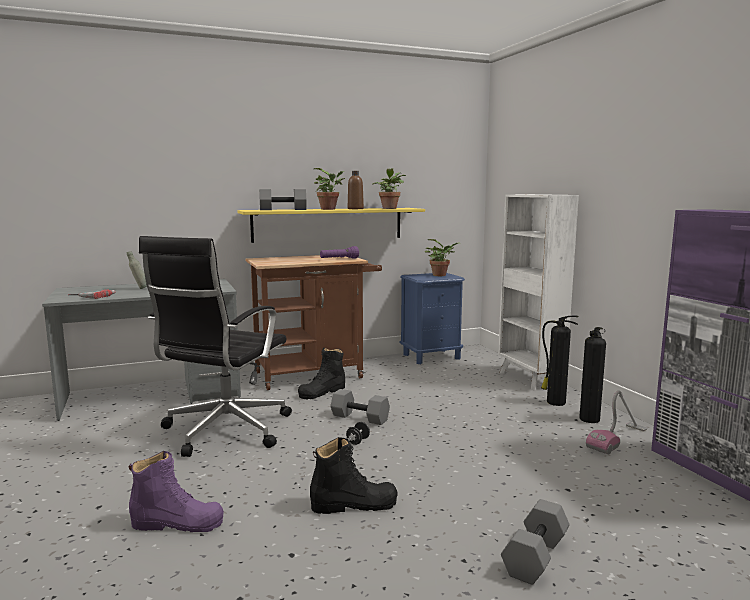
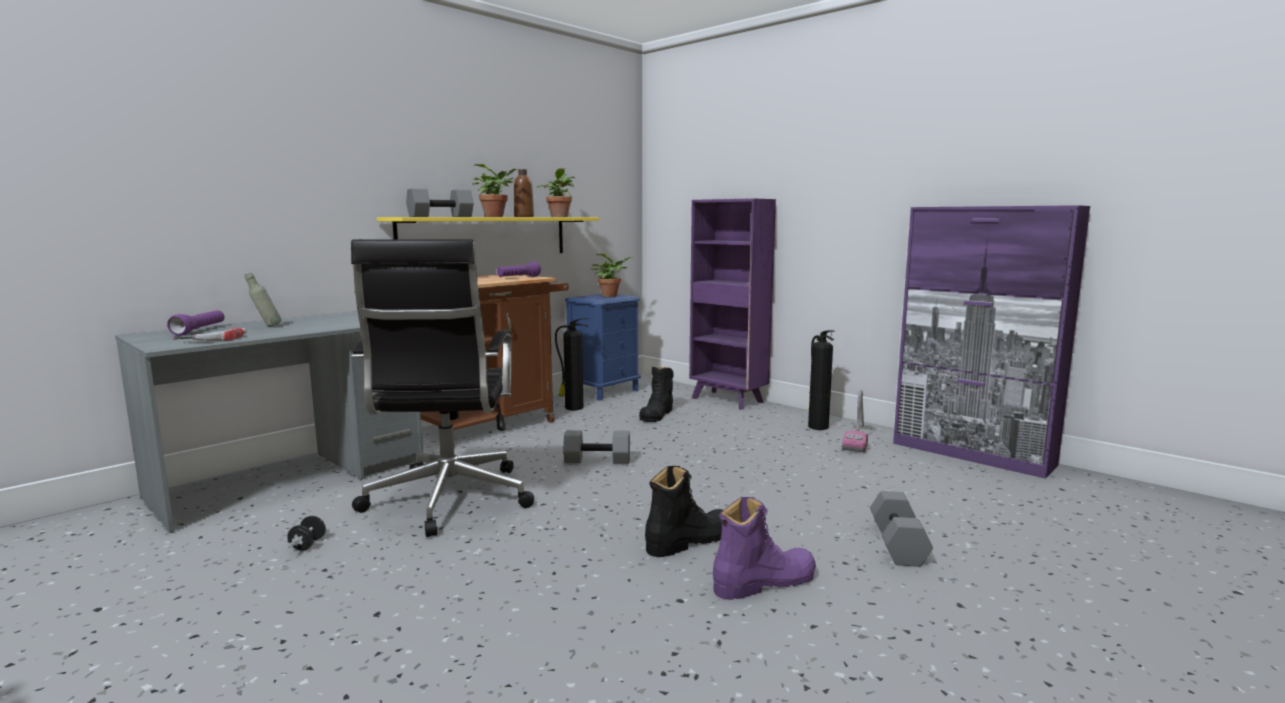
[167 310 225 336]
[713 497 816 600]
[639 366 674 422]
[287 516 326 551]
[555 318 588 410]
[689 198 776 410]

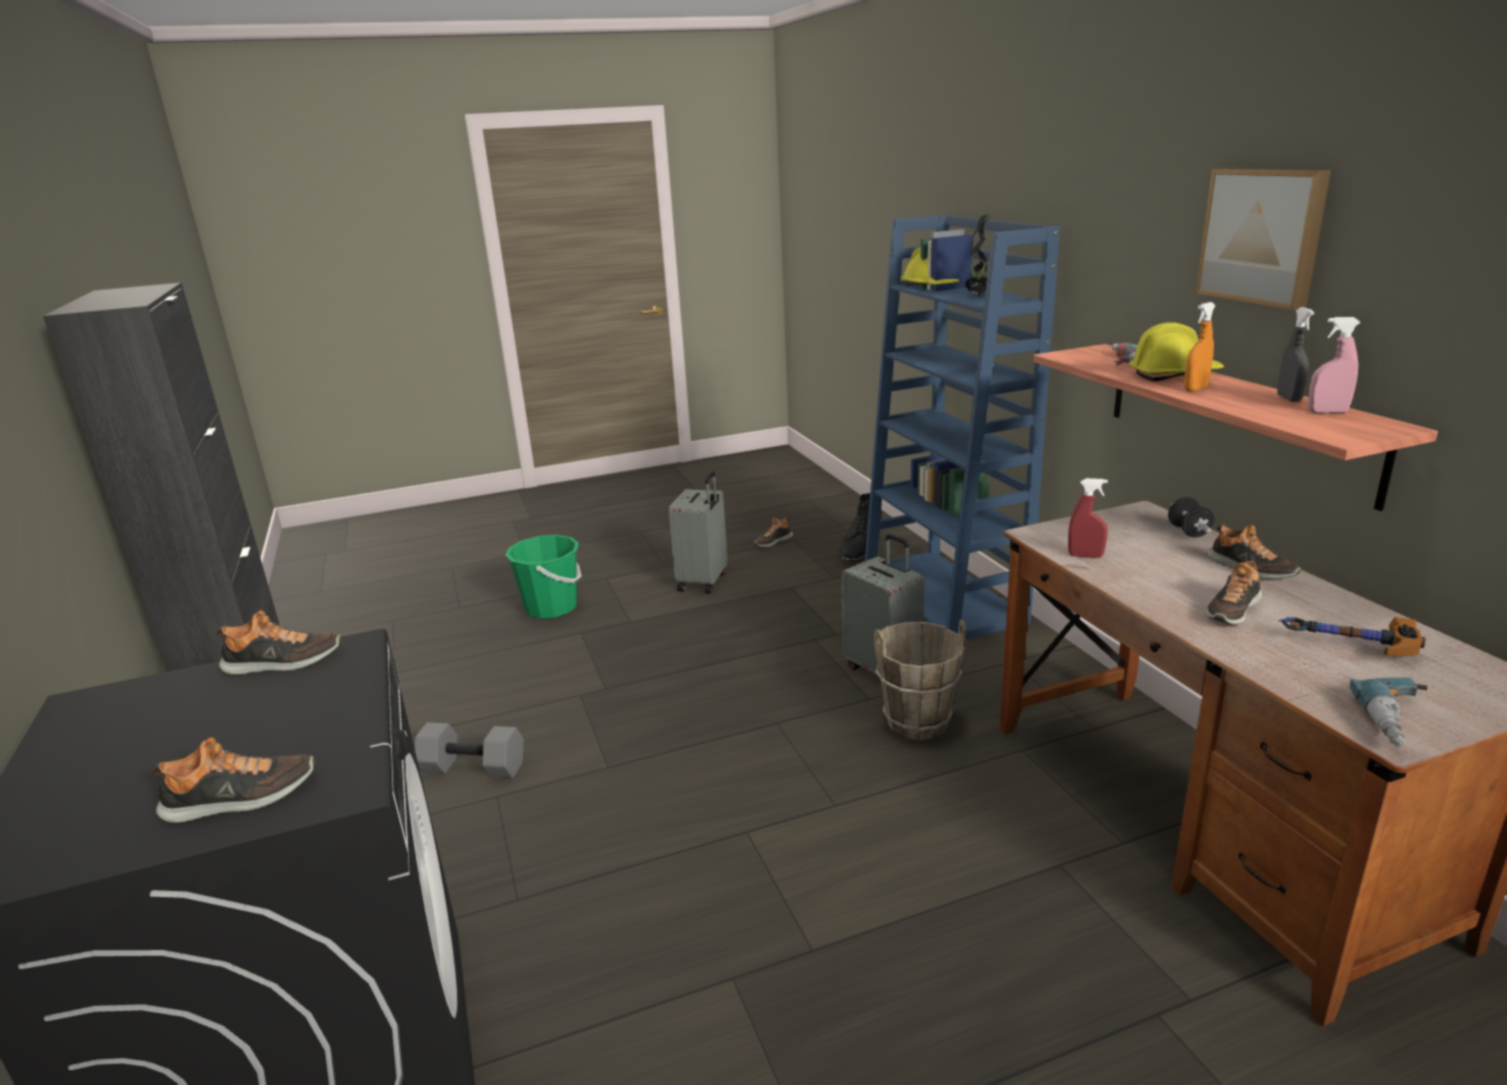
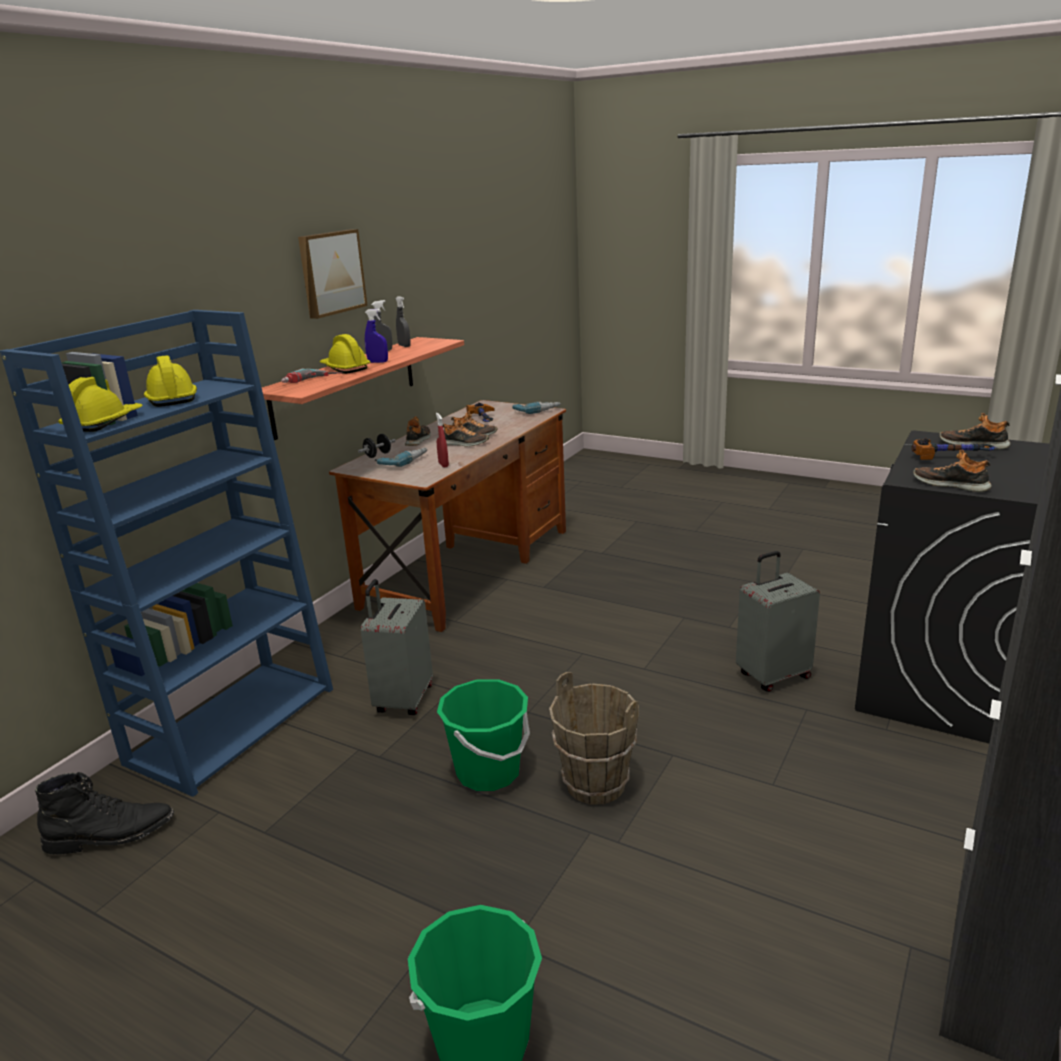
[415 722 524 778] (first image)
[375 448 427 467]
[437 679 530 791]
[911 438 997 460]
[736 551 820 692]
[443 419 489 447]
[549 672 639 805]
[144 355 197 407]
[365 309 388 363]
[396 296 411 347]

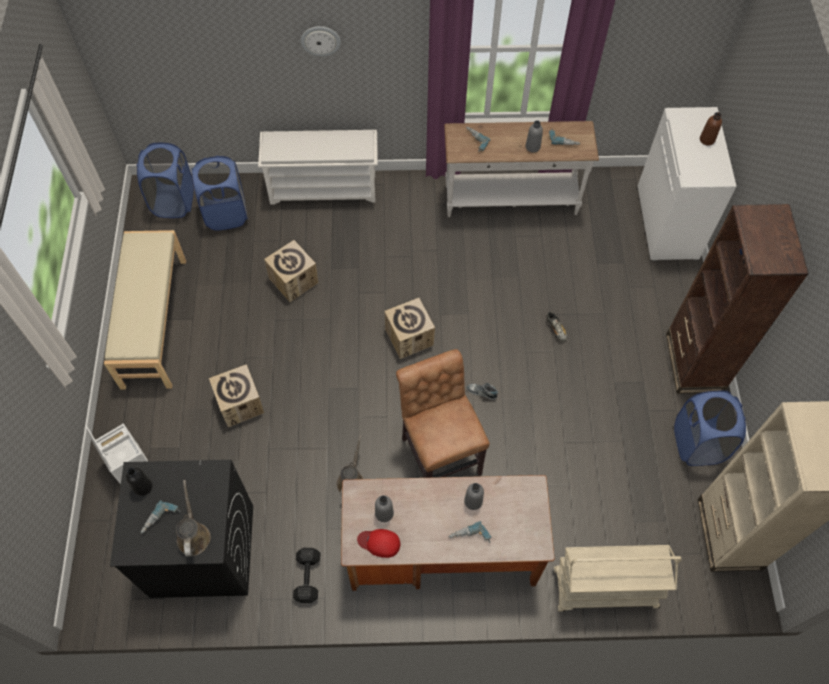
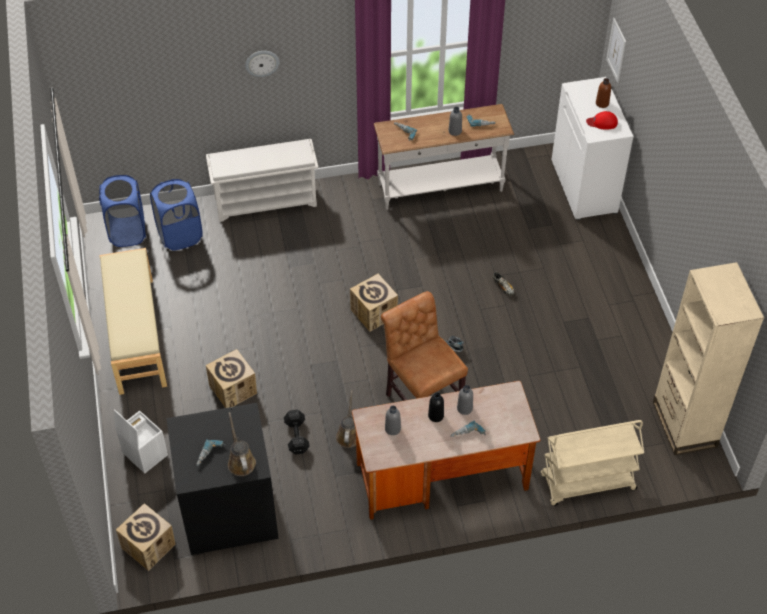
[666 204 809 394] (first image)
[674 391 746 466] (first image)
[606 18 626 83]
[428 392 444 422]
[116 503 175 571]
[284 410 310 454]
[586 111 618 130]

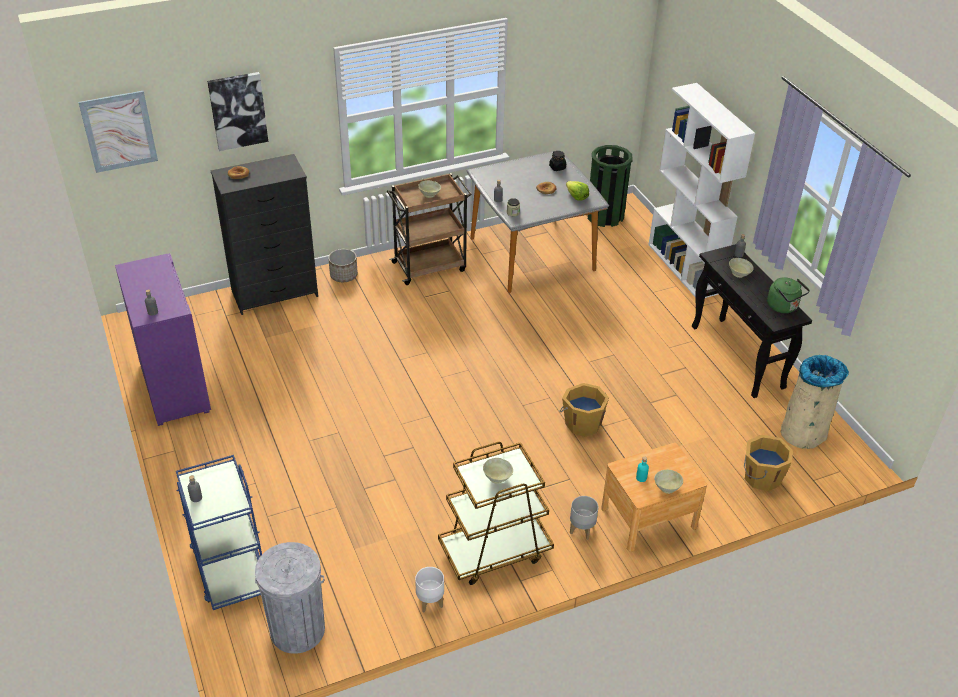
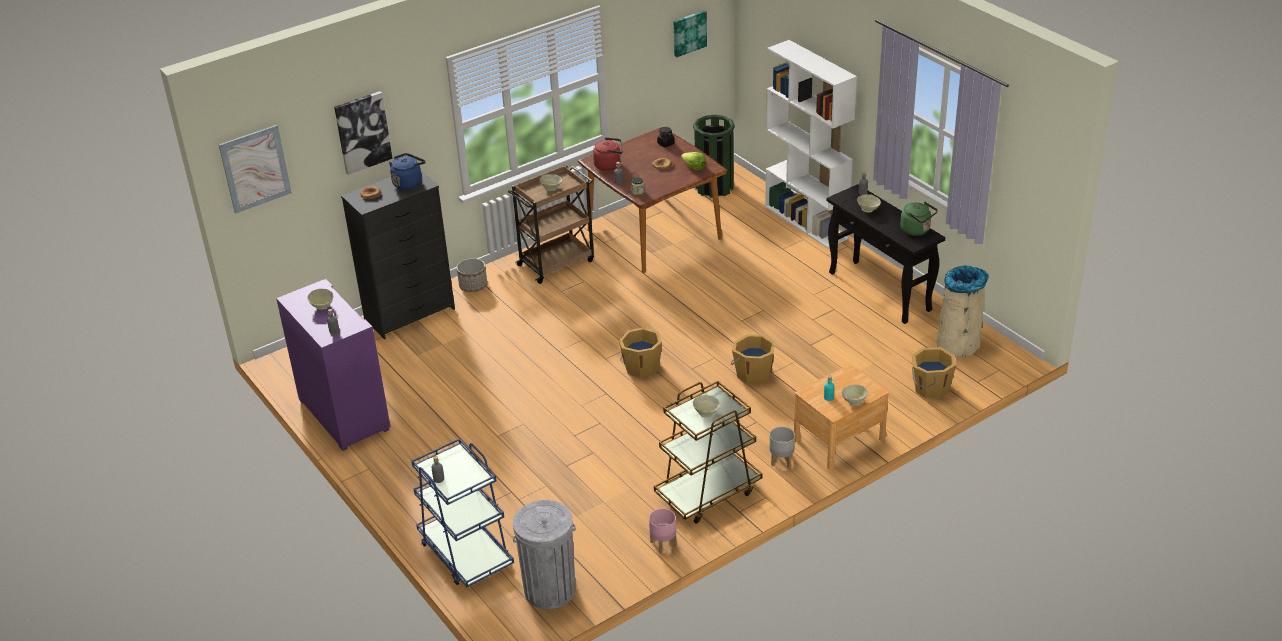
[308 289 333 310]
[389 153 426 190]
[593 138 623 171]
[619 327 662 378]
[674 10 707 57]
[649 508 677 553]
[577 127 728 273]

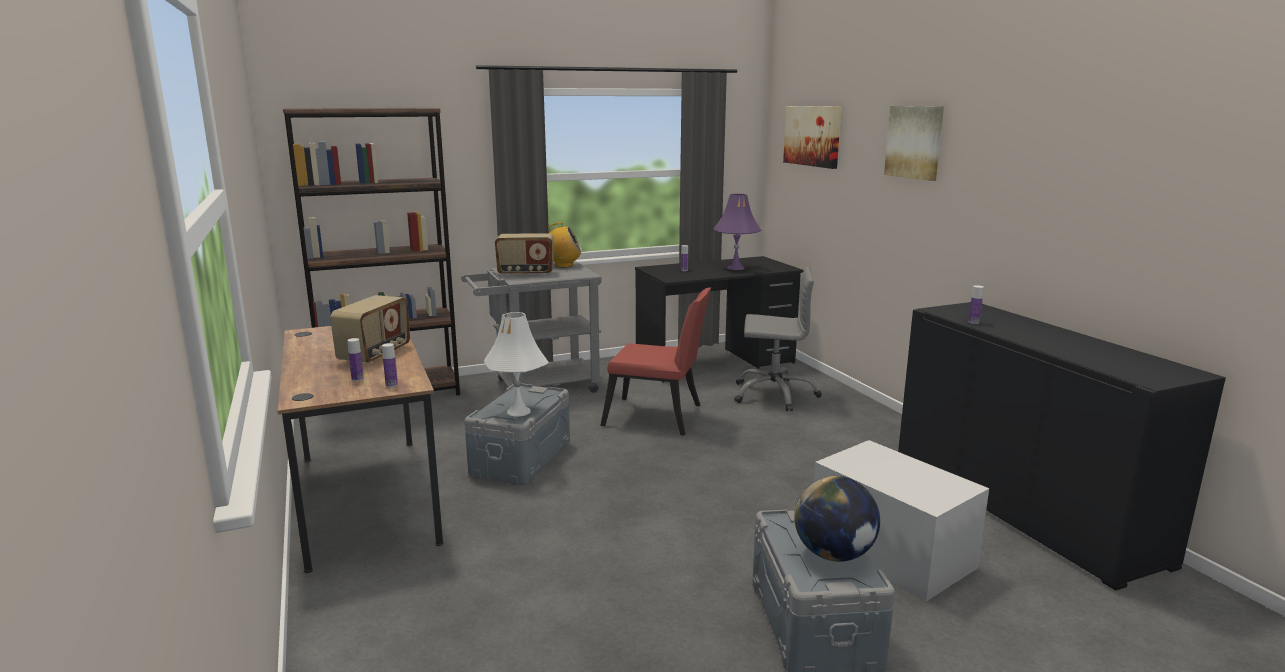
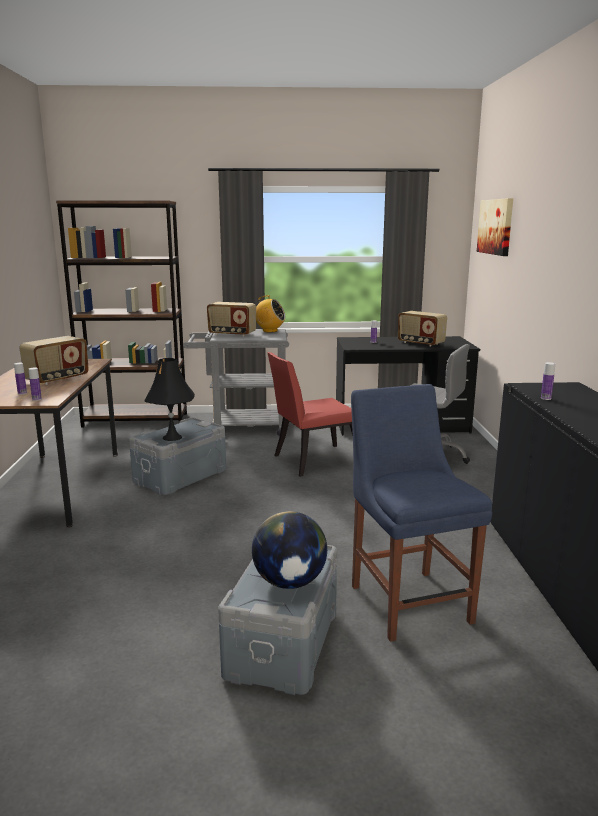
[884 106 944 181] (first image)
[398 311 447 347]
[351 384 492 642]
[145 358 195 441]
[267 352 353 477]

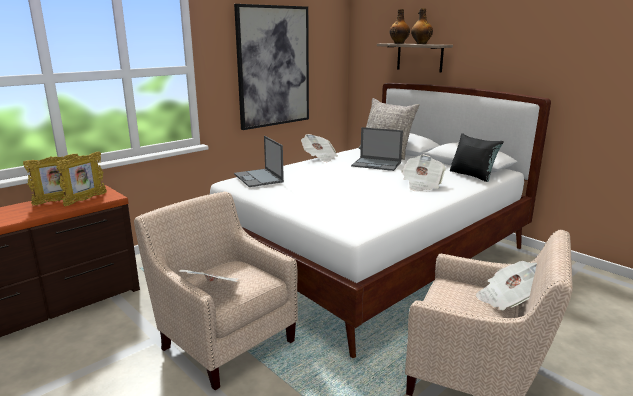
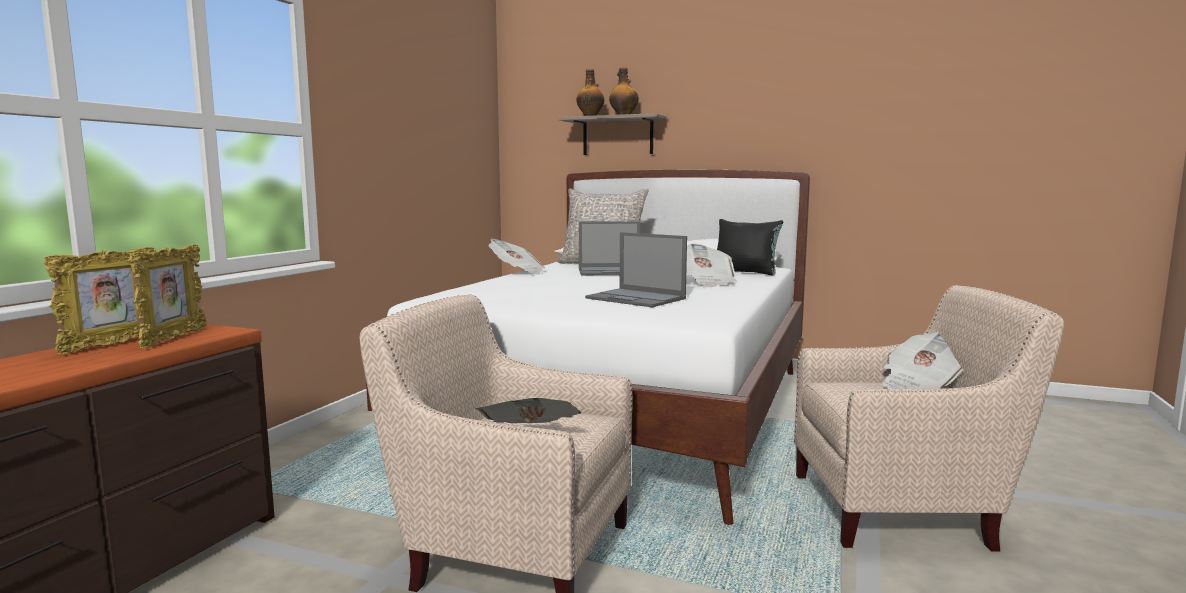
[234 4 309 130] (first image)
[585 232 687 307]

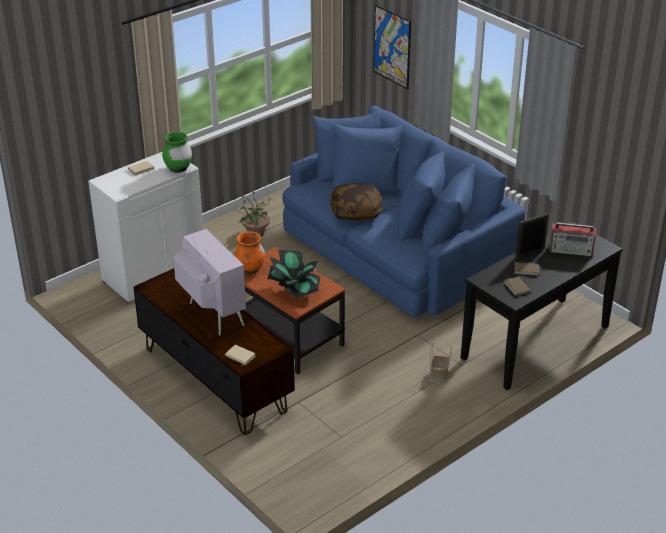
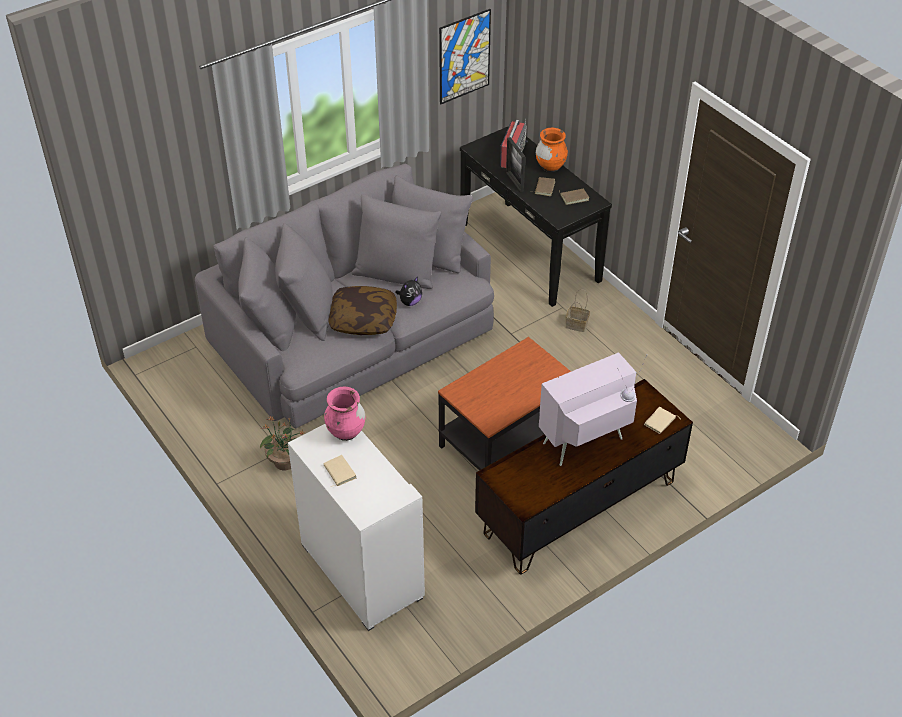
[267 250 321 298] (first image)
[395 277 422 306]
[536 128 568 172]
[439 9 491 104]
[324 387 365 441]
[195 164 494 428]

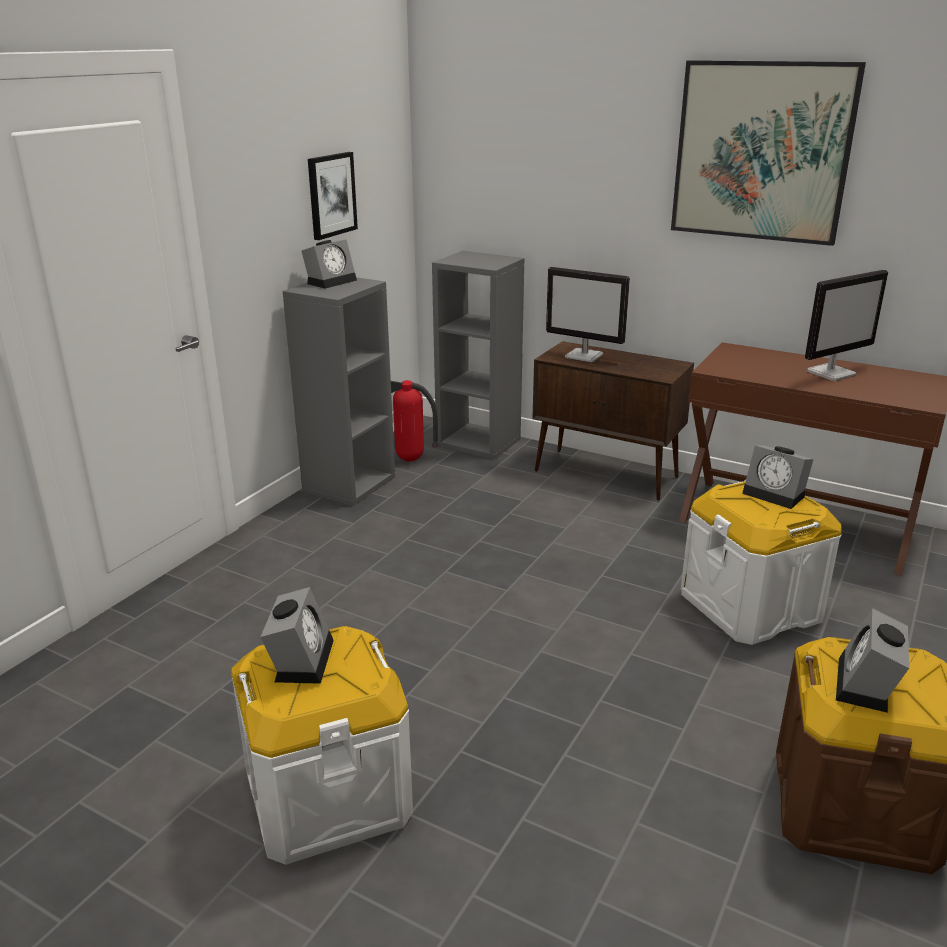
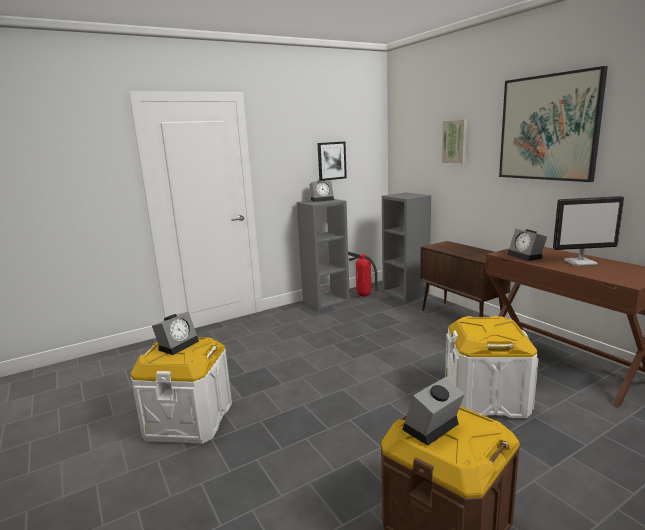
[546 267 630 362] (first image)
[442 120 467 163]
[507 229 547 261]

